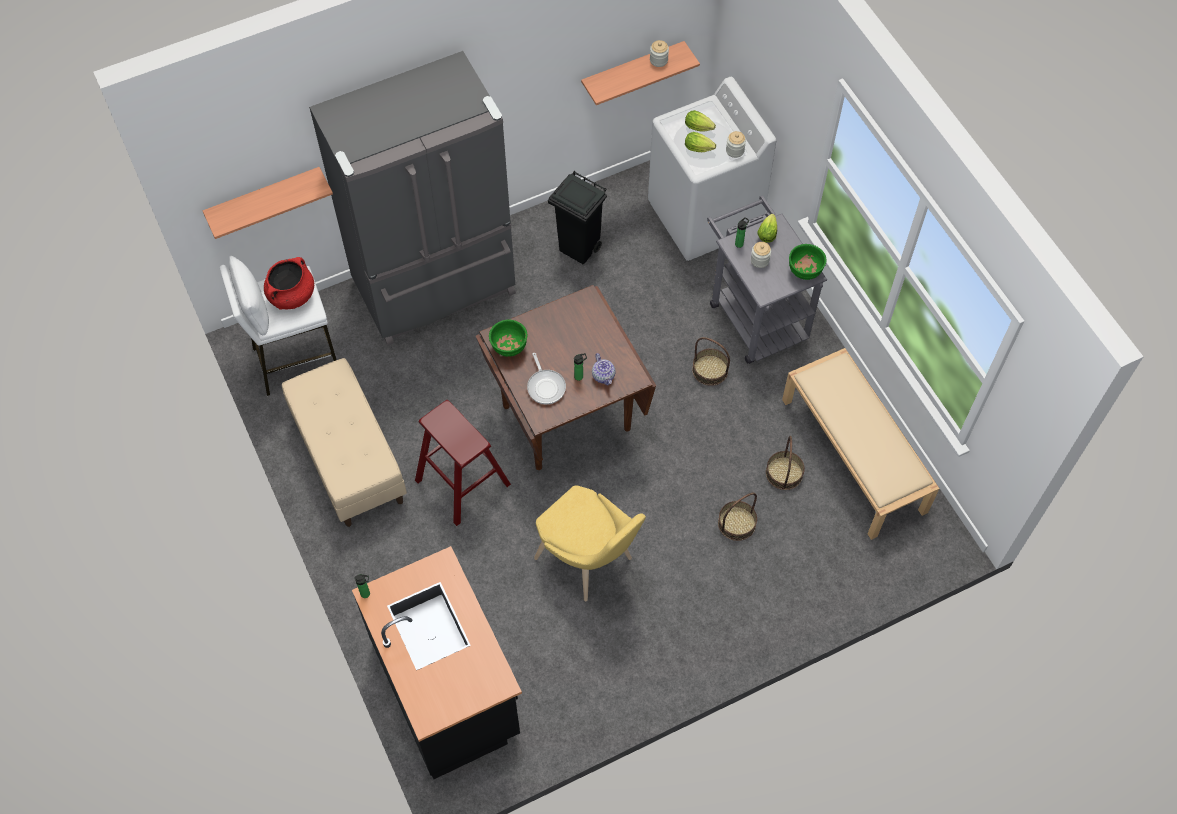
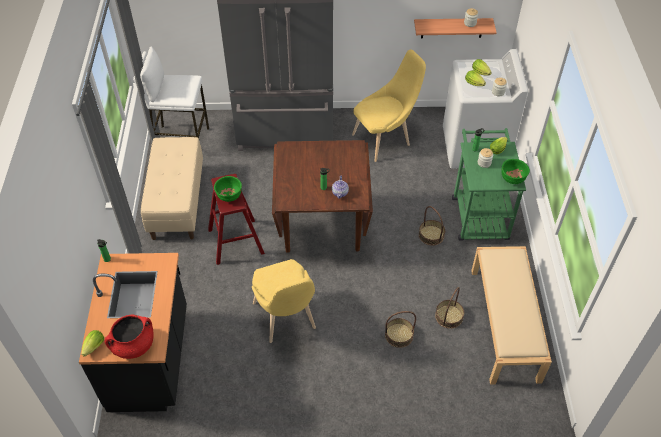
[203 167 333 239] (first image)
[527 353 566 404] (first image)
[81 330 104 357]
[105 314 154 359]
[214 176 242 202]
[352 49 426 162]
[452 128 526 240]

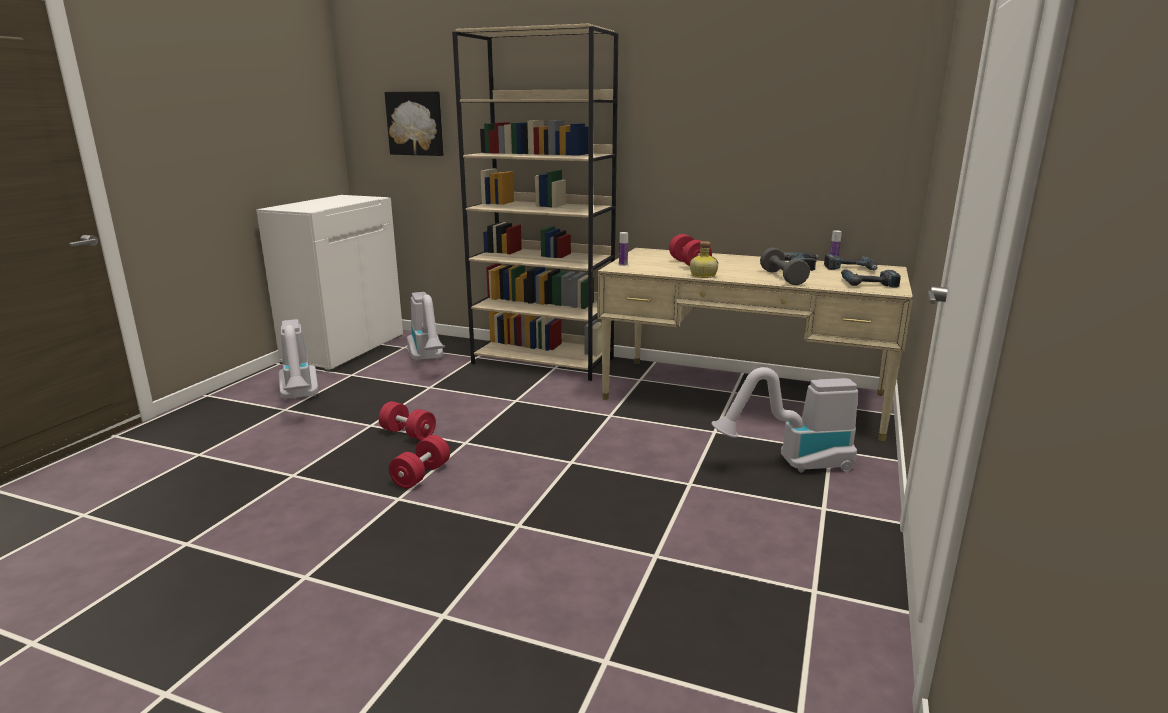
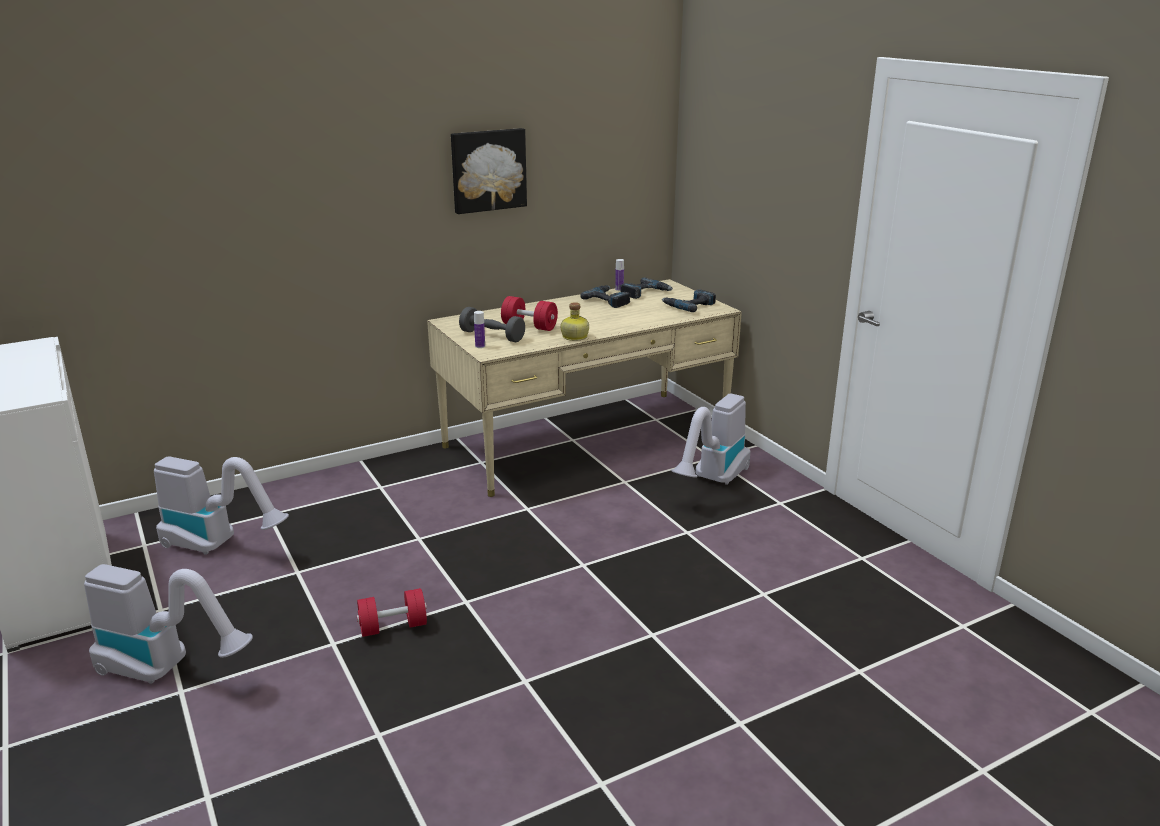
[389 435 450 489] (first image)
[452 24 618 381] (first image)
[451 128 527 214]
[459 307 525 342]

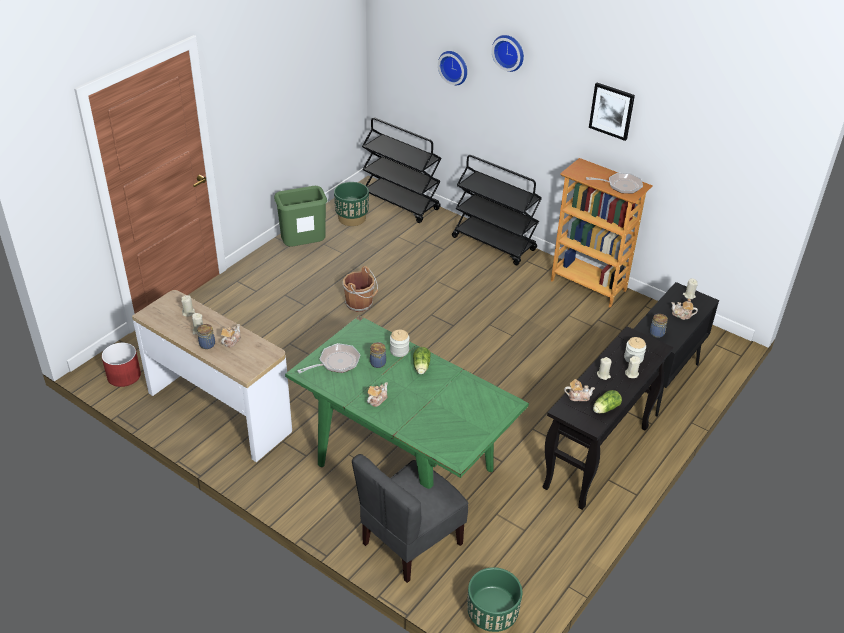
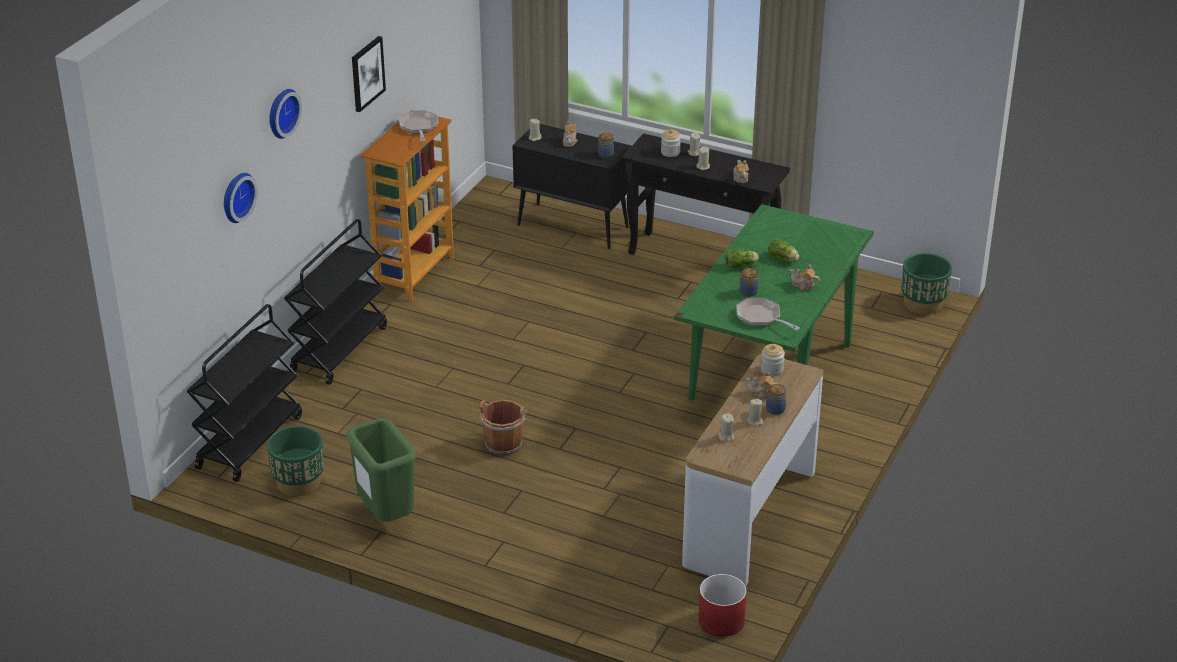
[352 454 468 583] (first image)
[761 344 785 376]
[768 239 799 261]

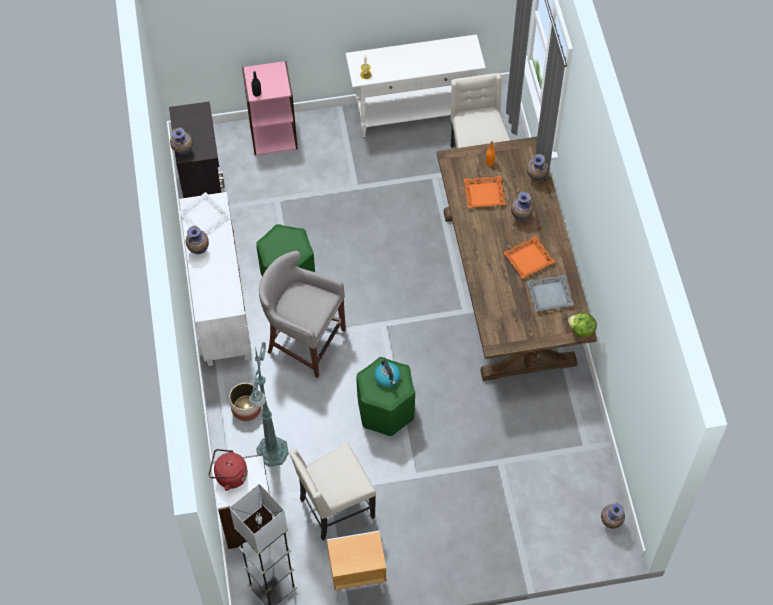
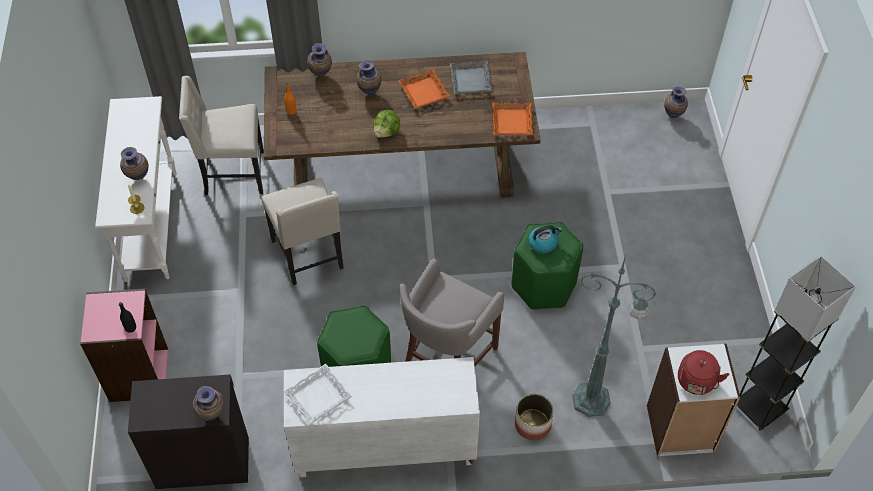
[327 531 386 602] (first image)
[120 147 148 180]
[261 178 344 285]
[492 102 533 135]
[374 110 400 138]

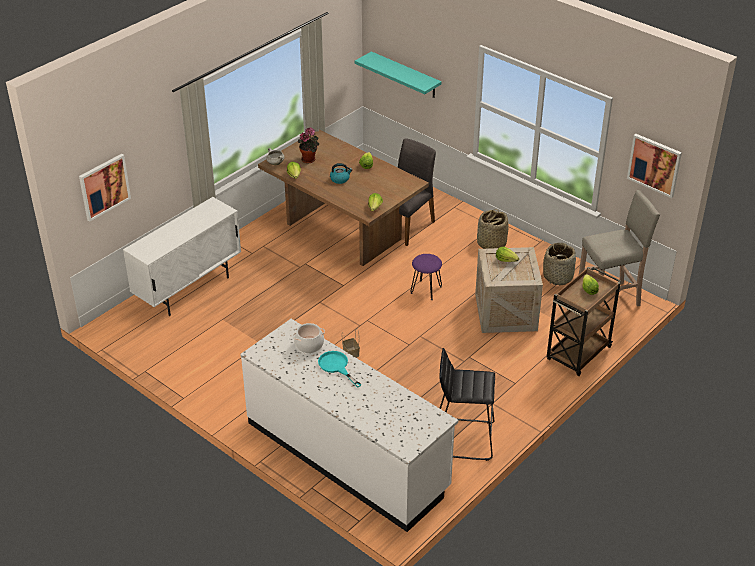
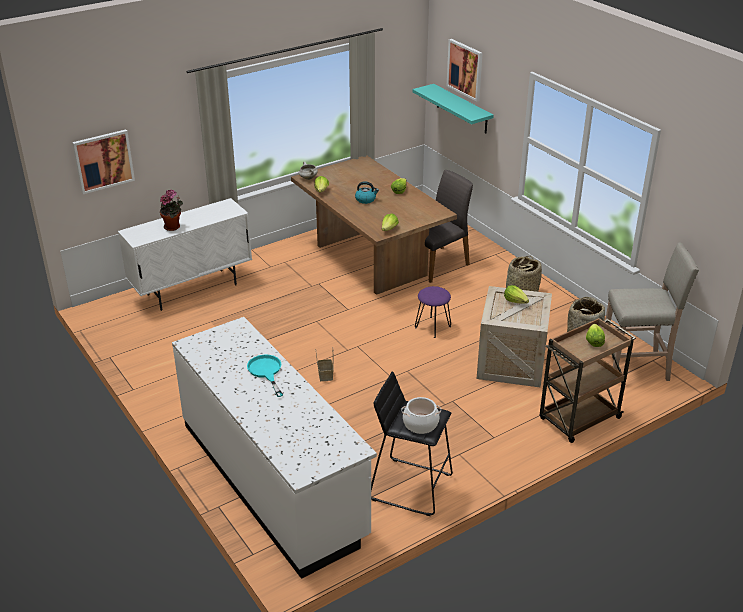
[401 397 441 434]
[160 189 183 231]
[447 39 483 102]

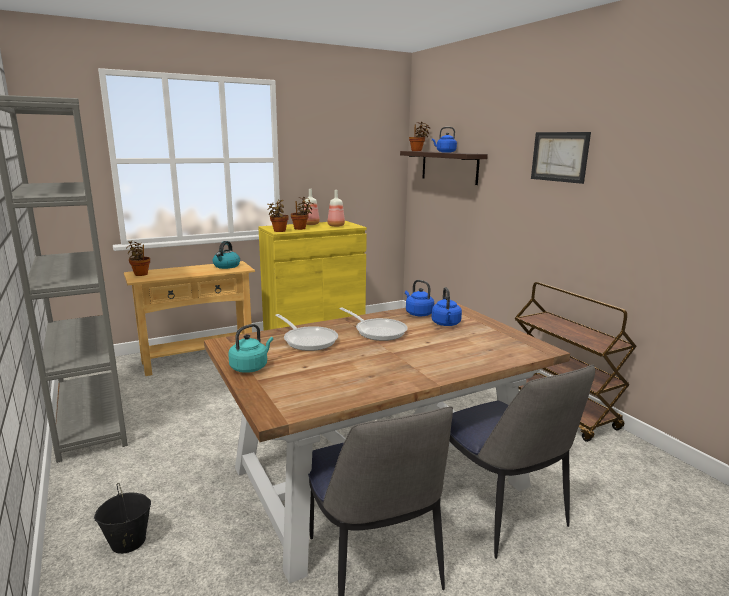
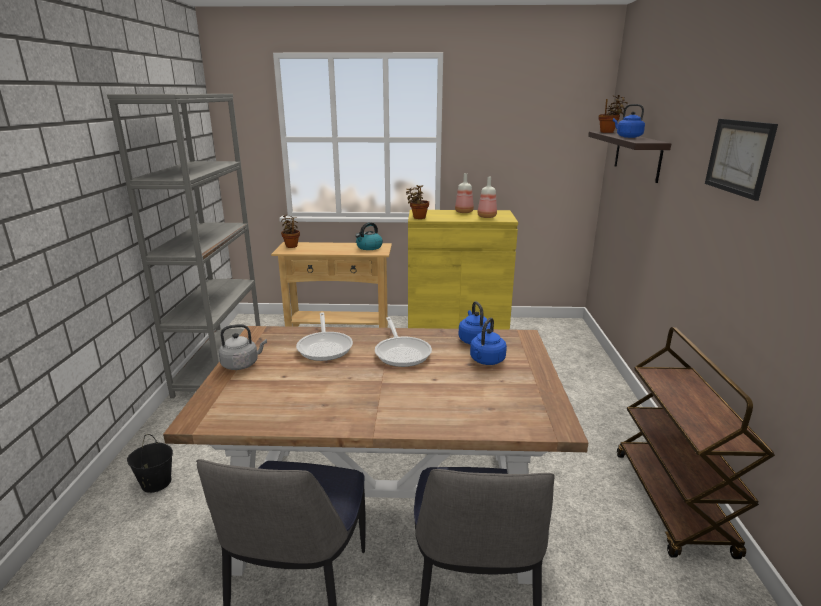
[291 197 314 230] (first image)
[218 324 267 370]

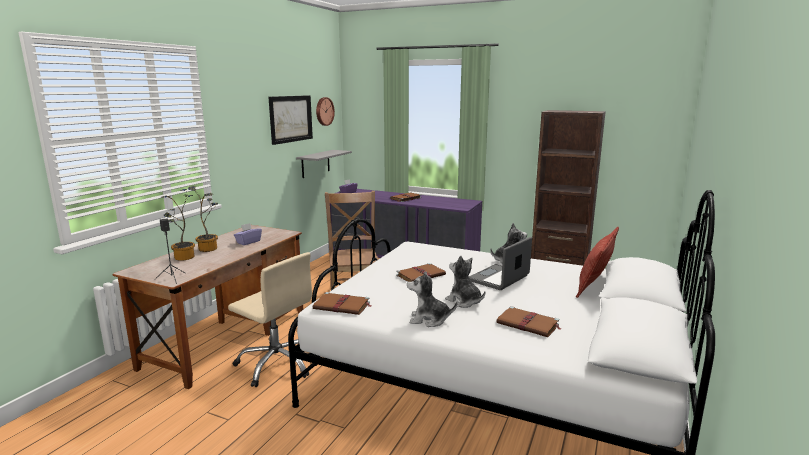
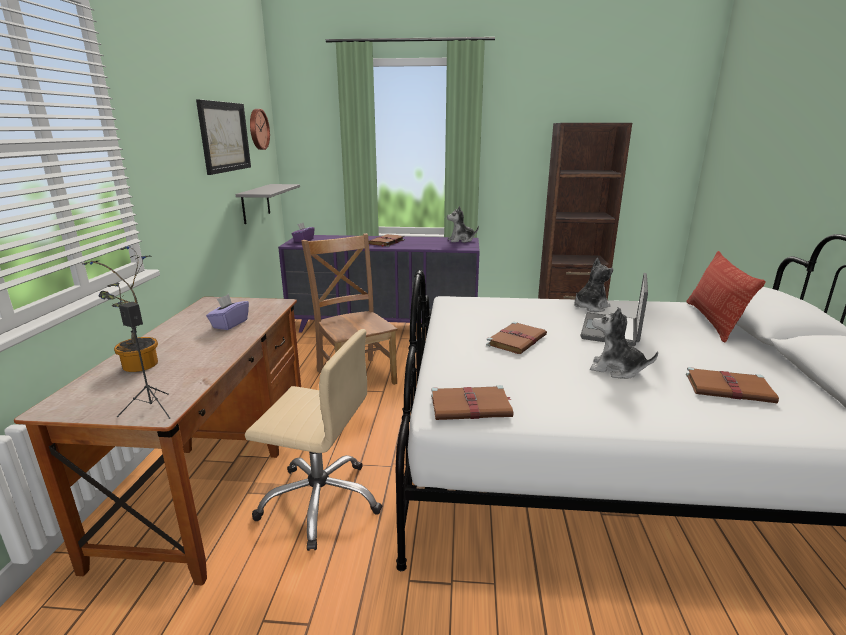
[188 186 218 252] (first image)
[447 206 479 243]

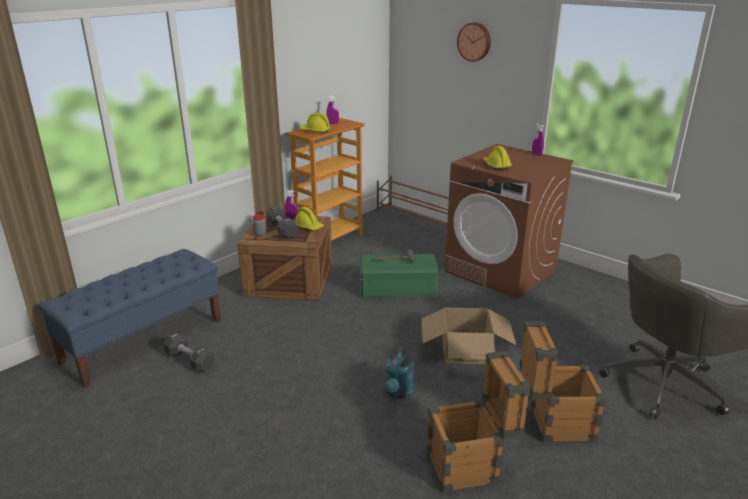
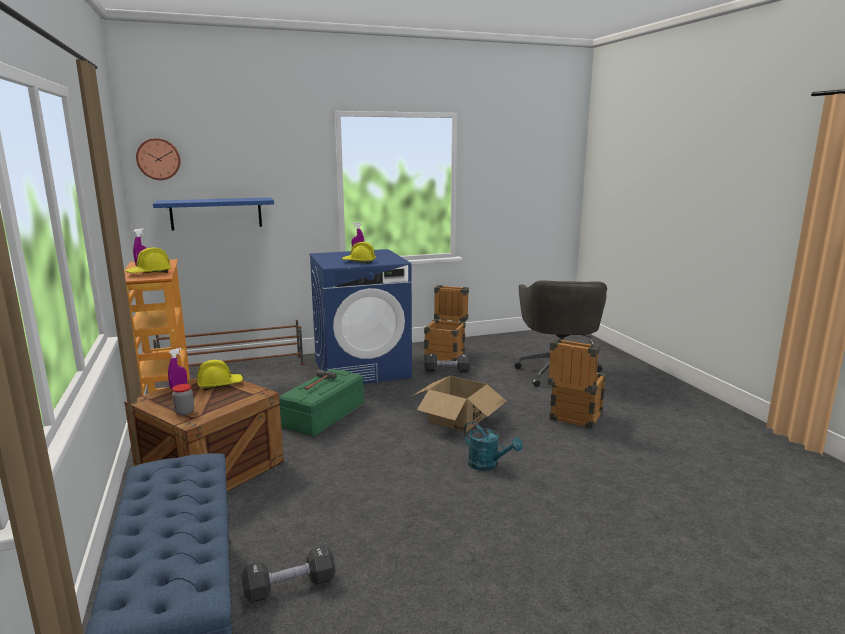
[153 197 274 230]
[424 354 470 373]
[424 285 469 361]
[136 138 181 180]
[309 249 412 384]

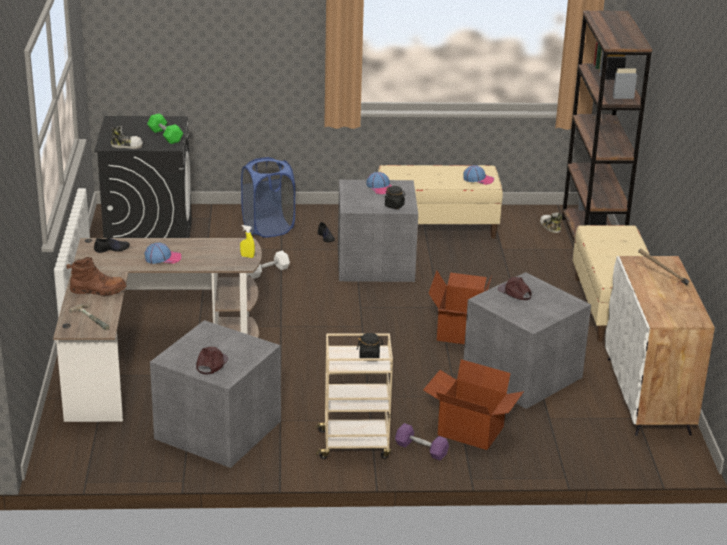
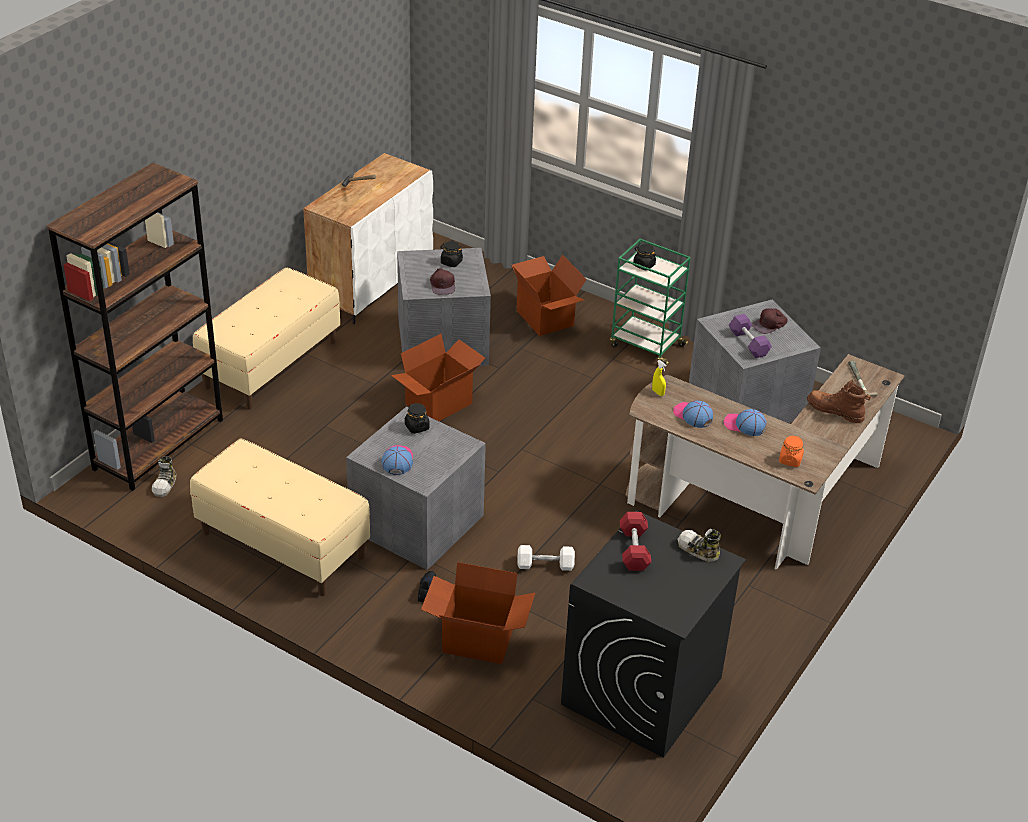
[440 241 463 267]
[729 314 772 358]
[673 400 713 428]
[779 435 804 467]
[421 562 535 664]
[620 512 651 571]
[609 239 691 366]

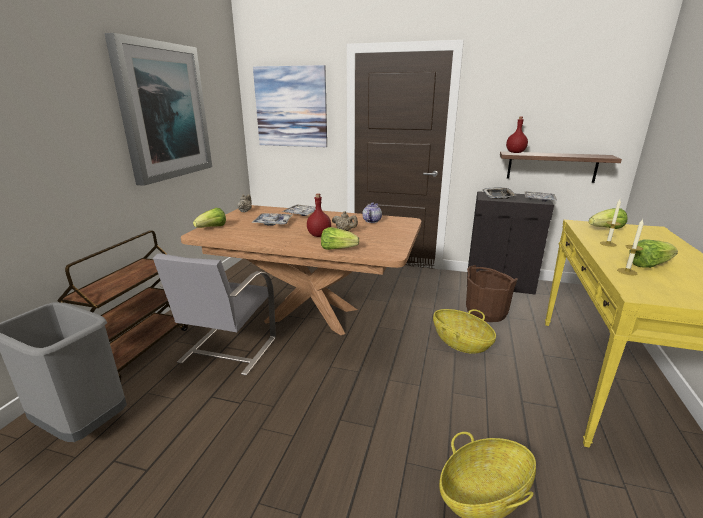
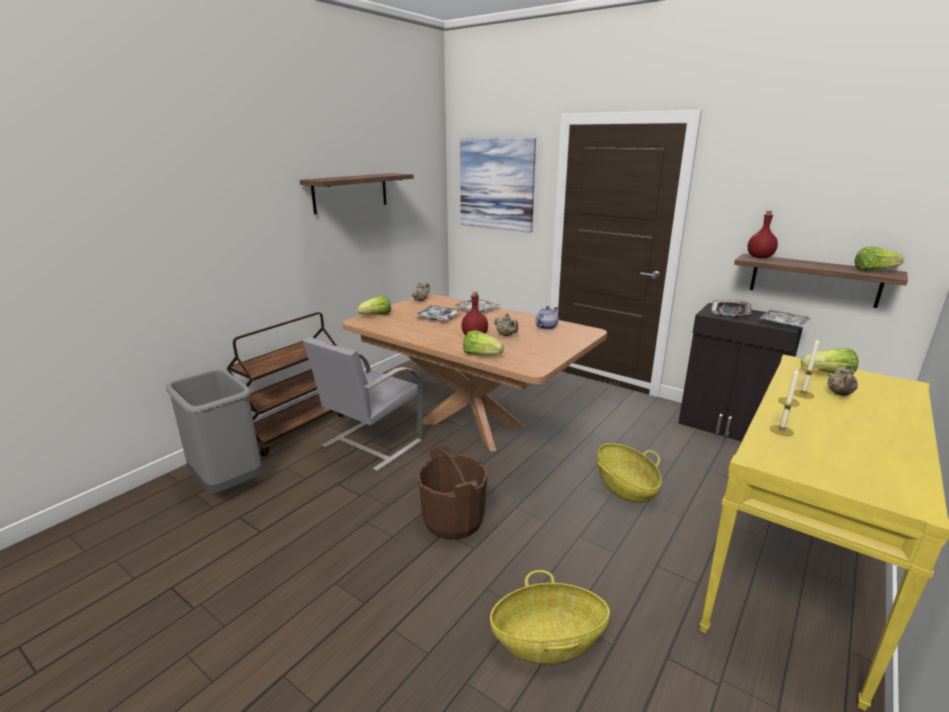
[828 364 858 396]
[417 445 488 540]
[855 246 904 271]
[300 173 414 214]

